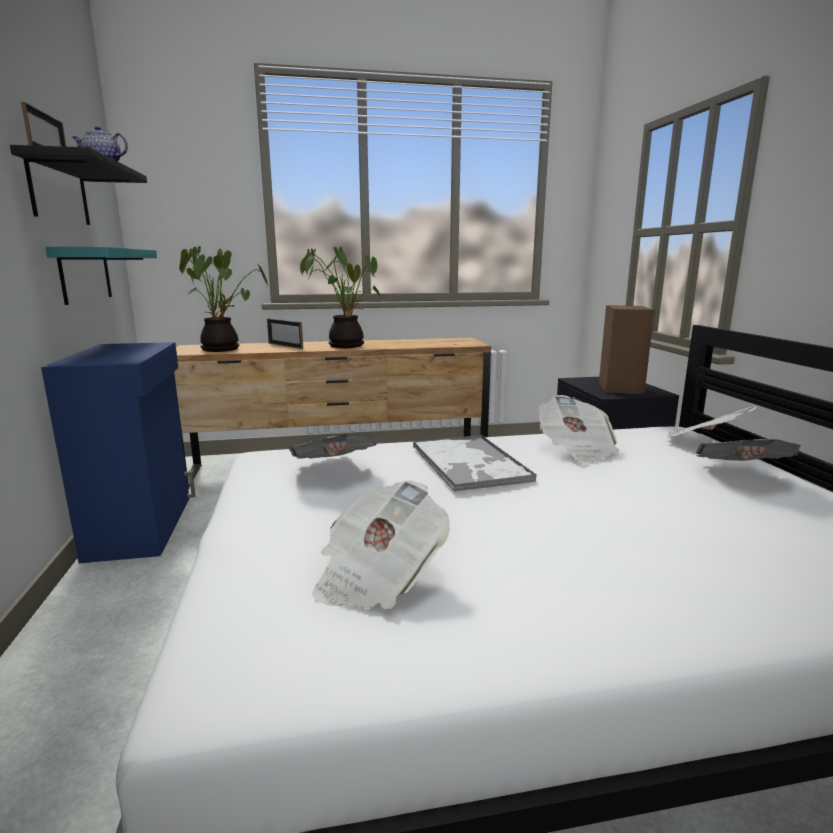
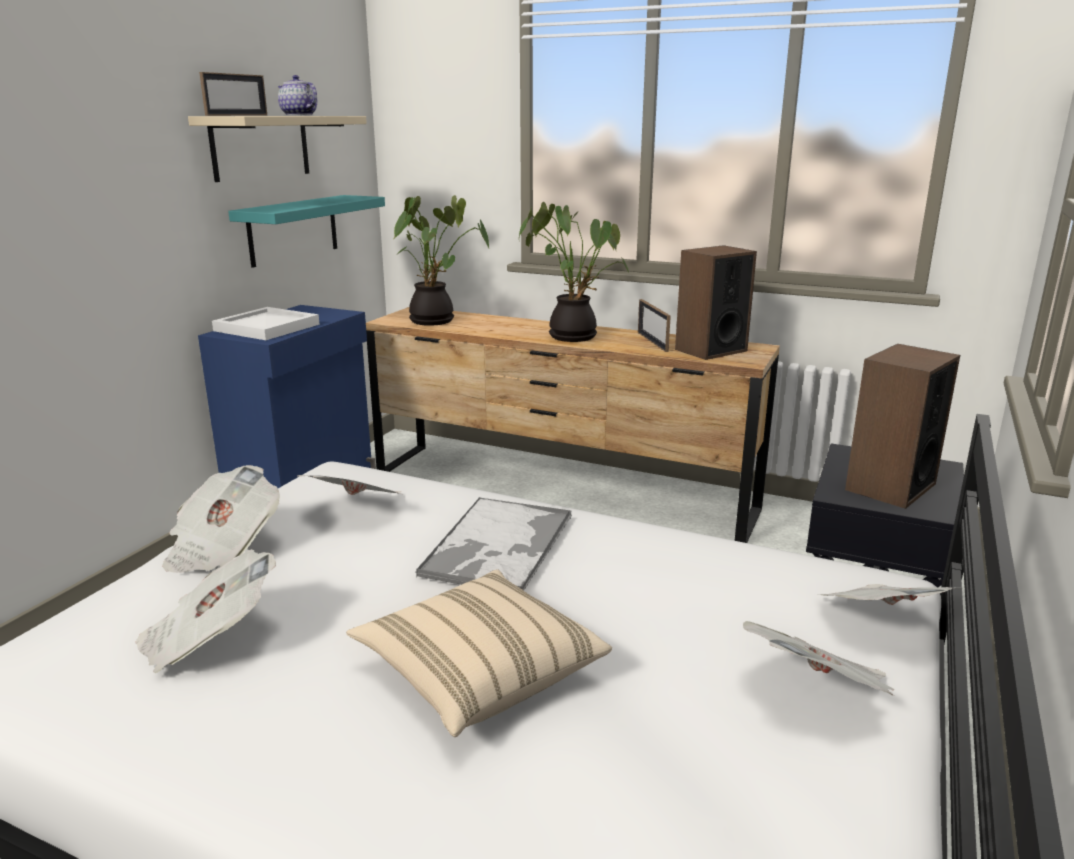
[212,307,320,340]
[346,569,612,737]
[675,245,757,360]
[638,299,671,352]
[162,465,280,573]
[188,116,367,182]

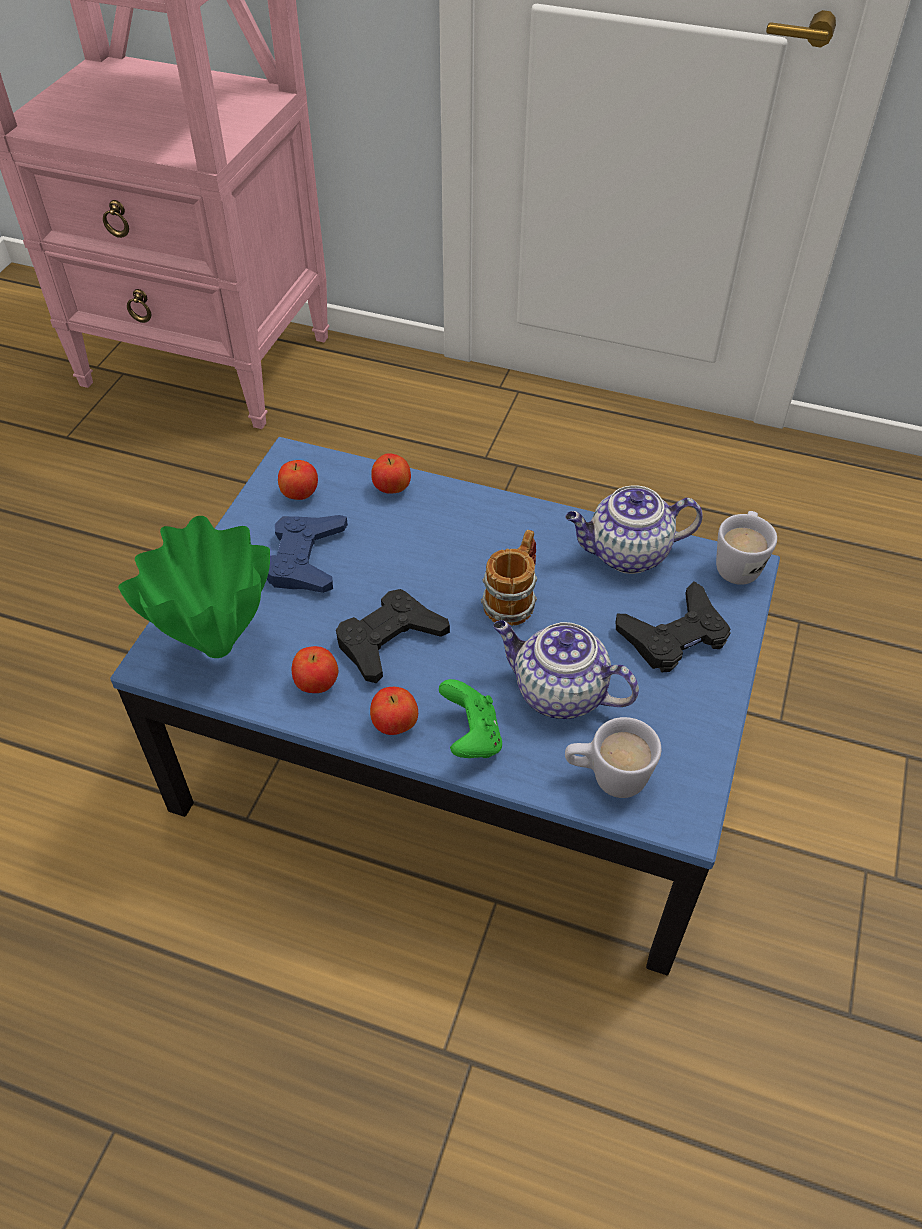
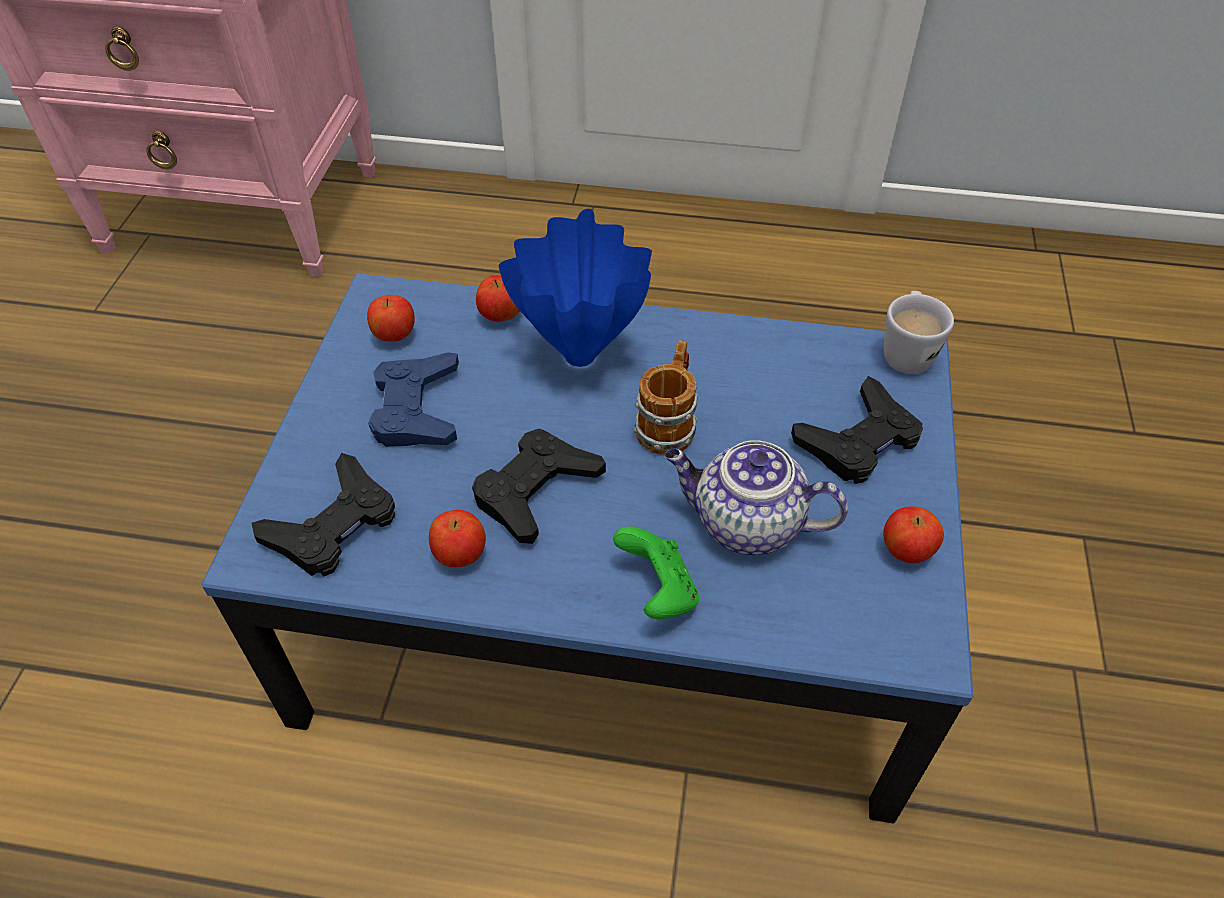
[565,486,703,574] (first image)
[565,717,661,798] (first image)
[499,209,652,367]
[884,506,944,563]
[252,453,395,576]

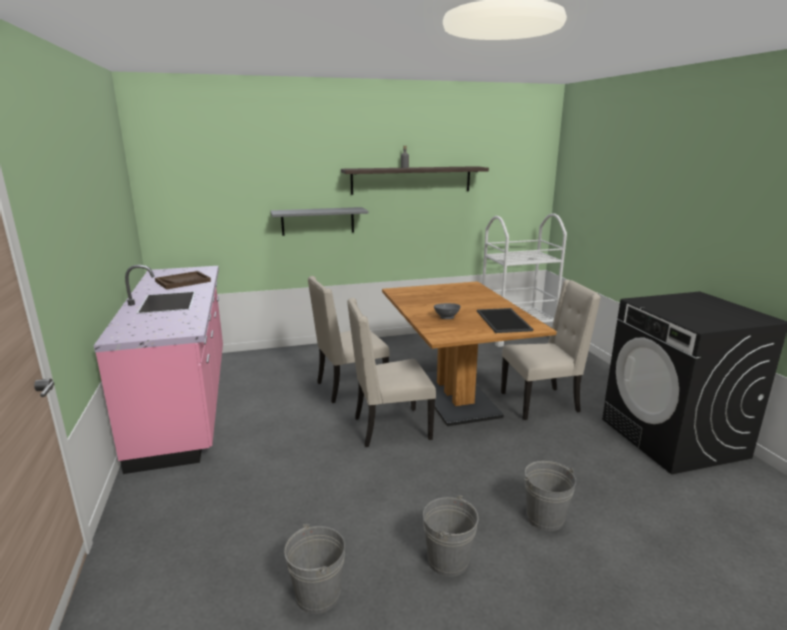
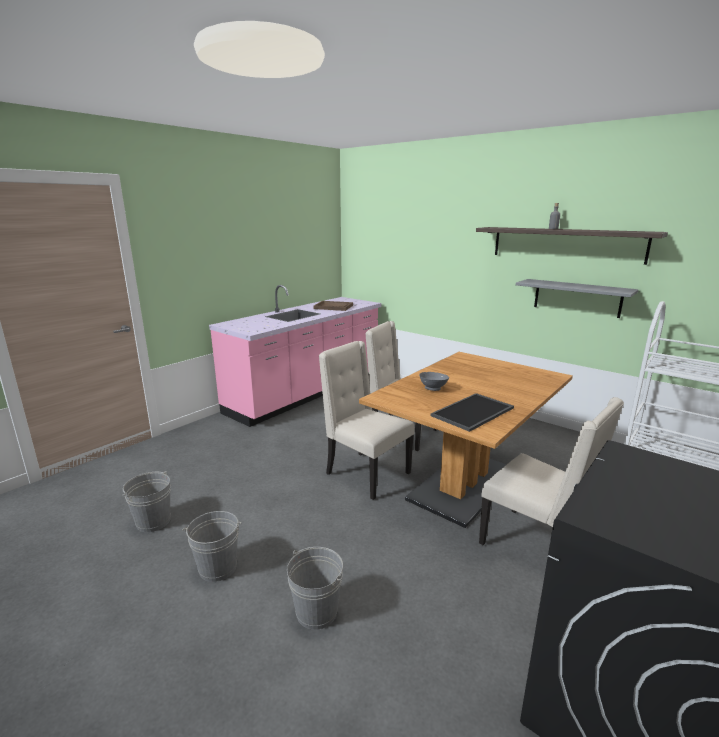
[516,279,639,318]

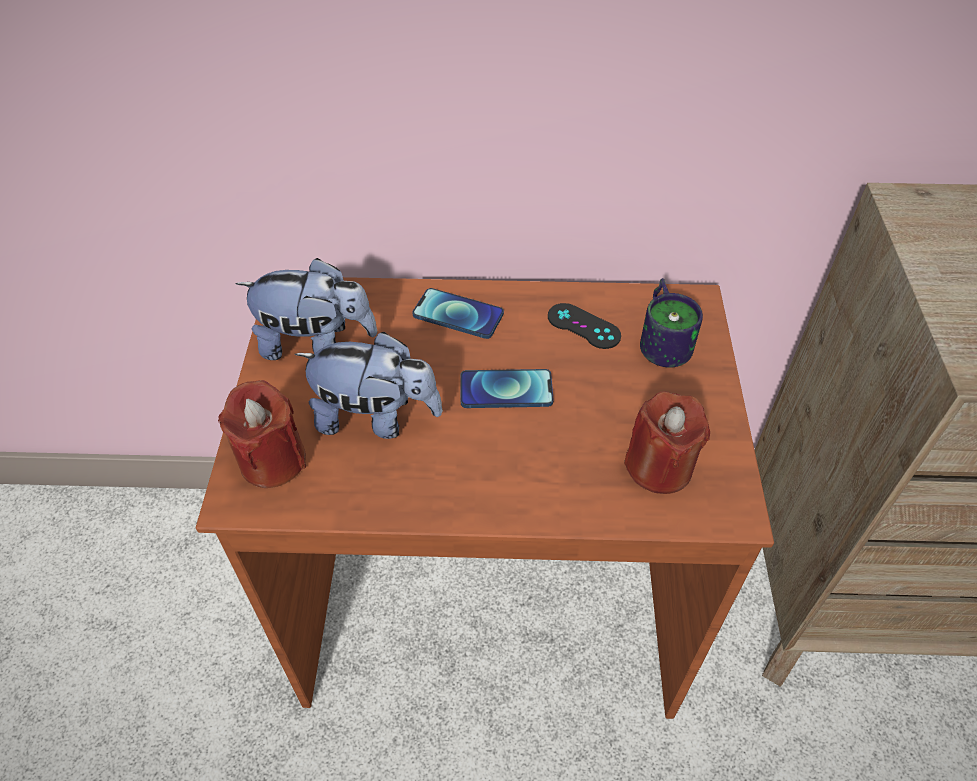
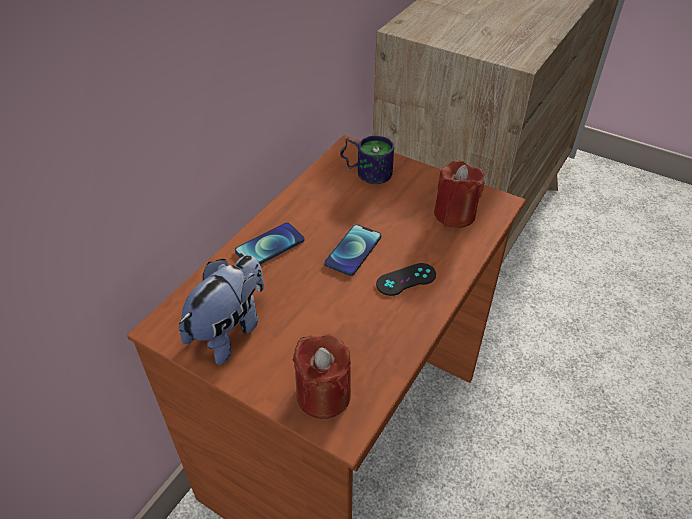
[295,332,443,439] (first image)
[376,263,436,296]

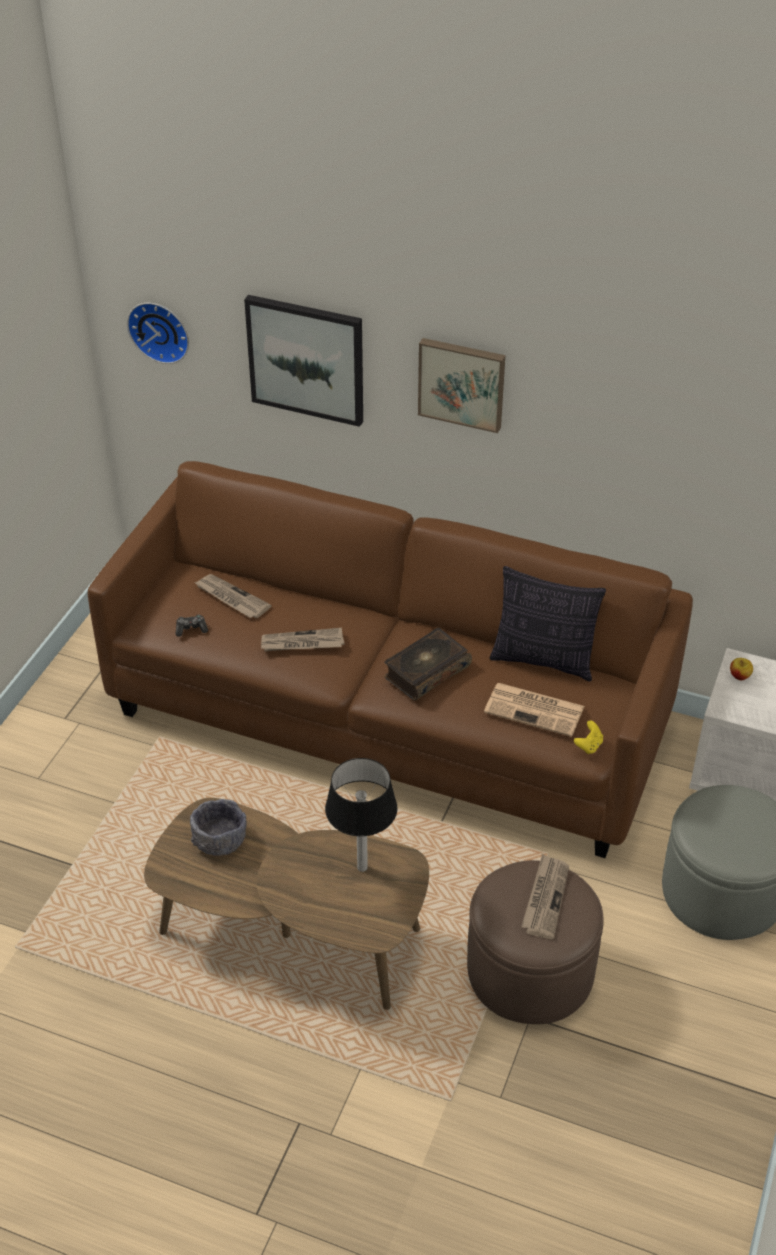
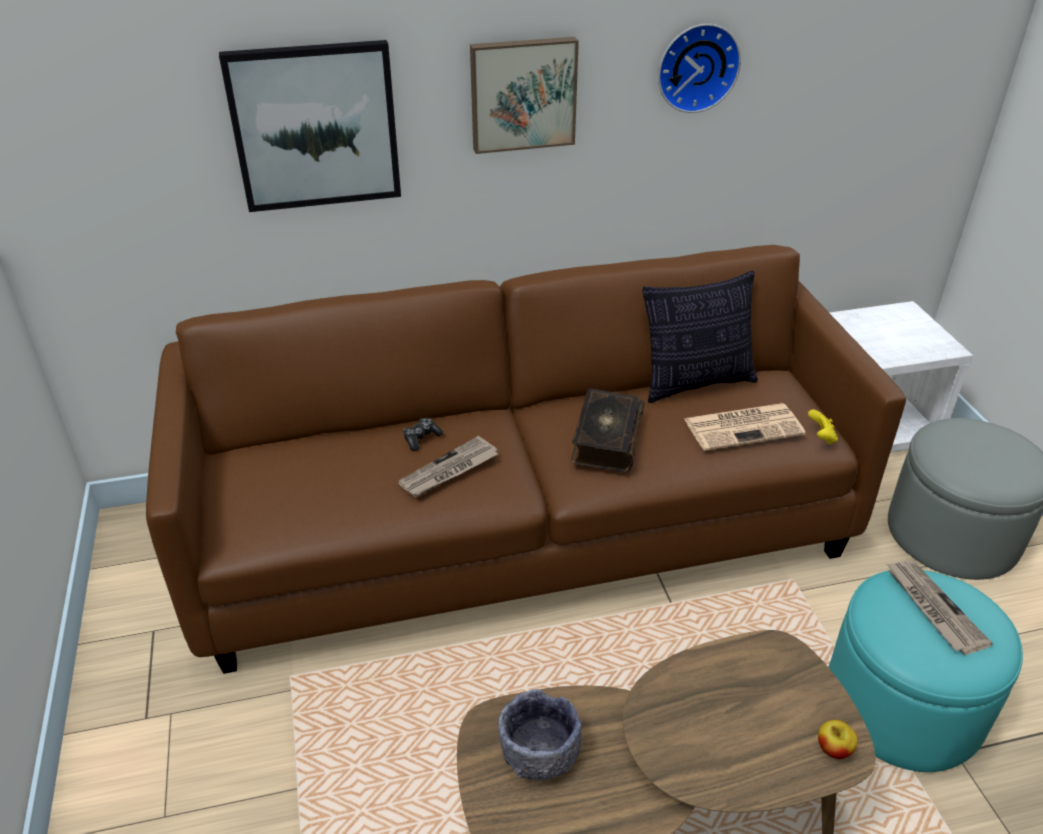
[194,574,271,618] (first image)
[325,758,397,872] (first image)
[658,24,741,113]
[403,418,443,451]
[818,720,858,759]
[829,570,1023,772]

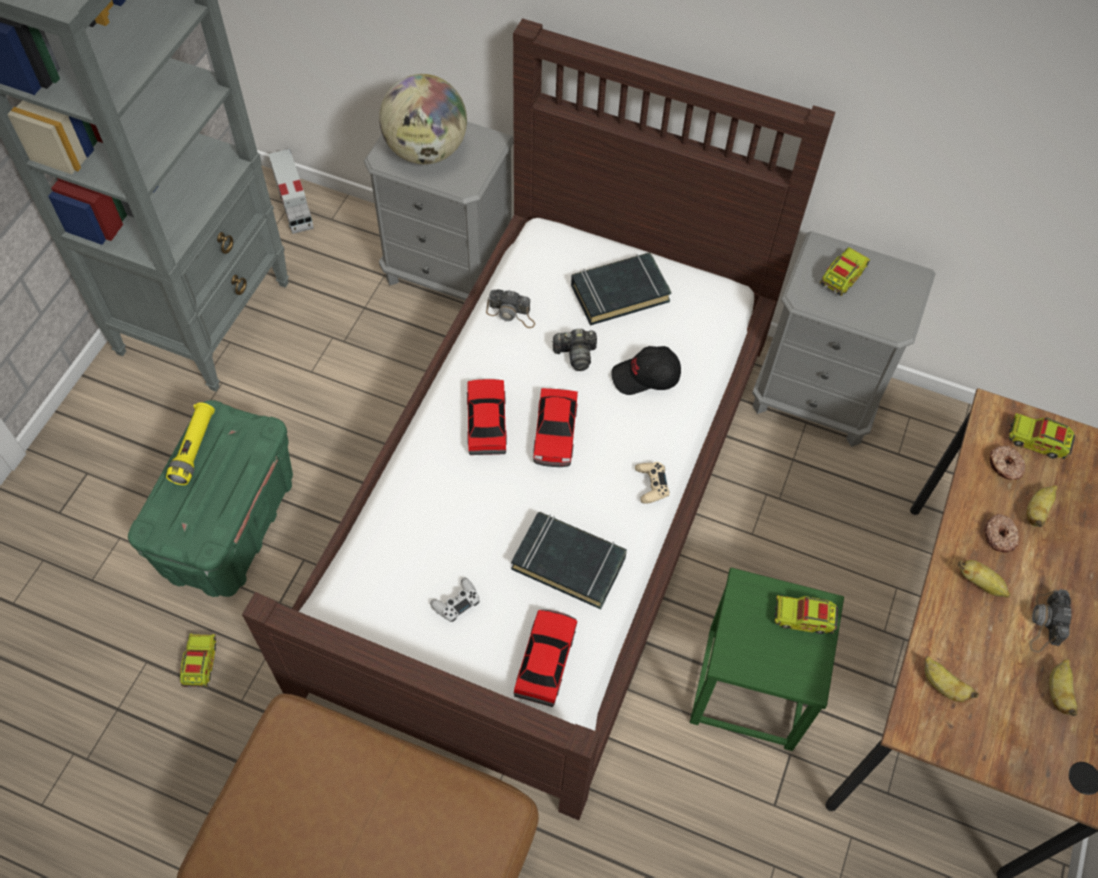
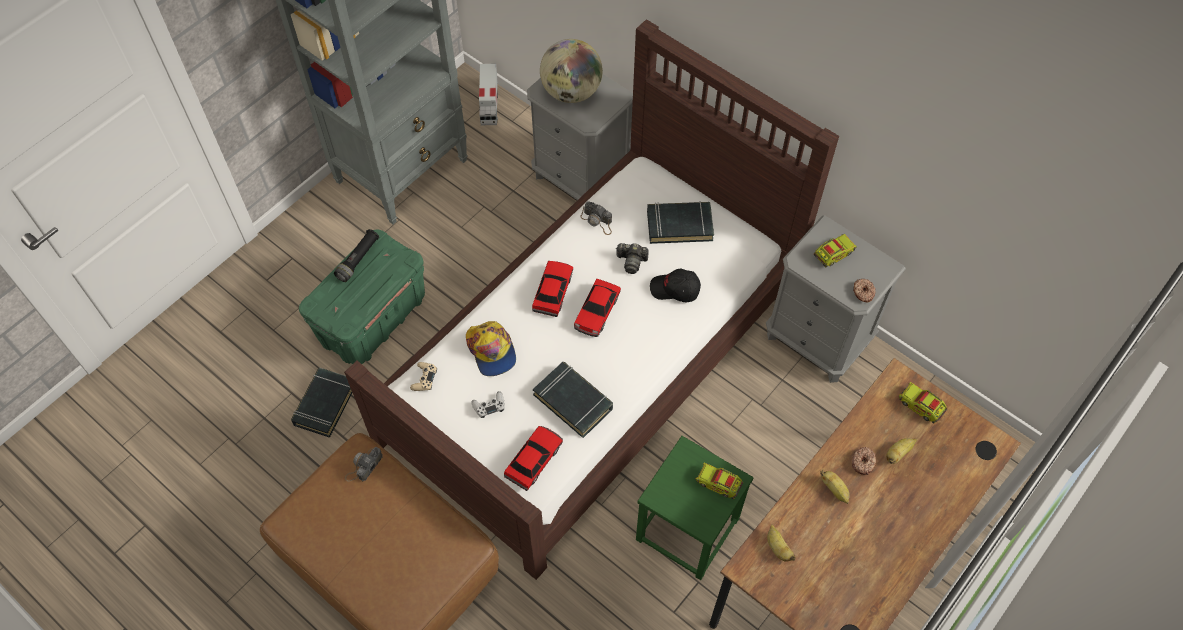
[1049,659,1078,716] (first image)
[466,321,516,376]
[410,362,437,391]
[853,279,876,302]
[345,447,383,482]
[291,368,352,438]
[334,229,379,282]

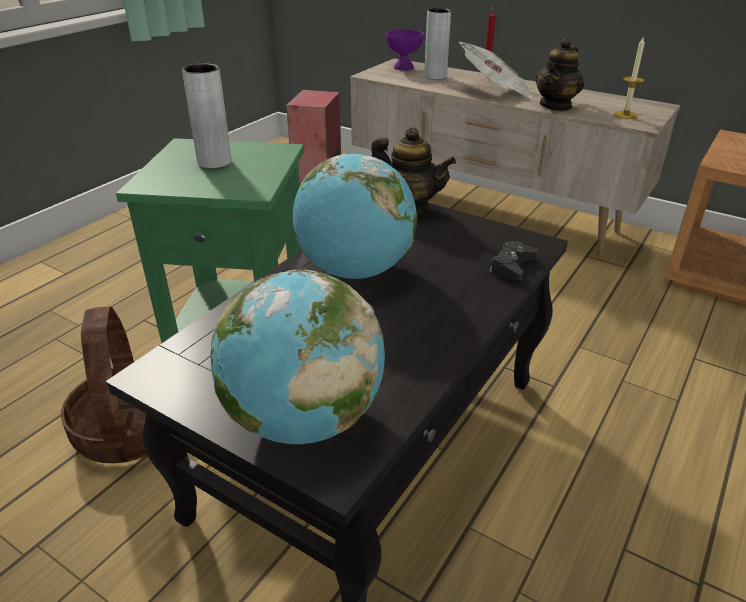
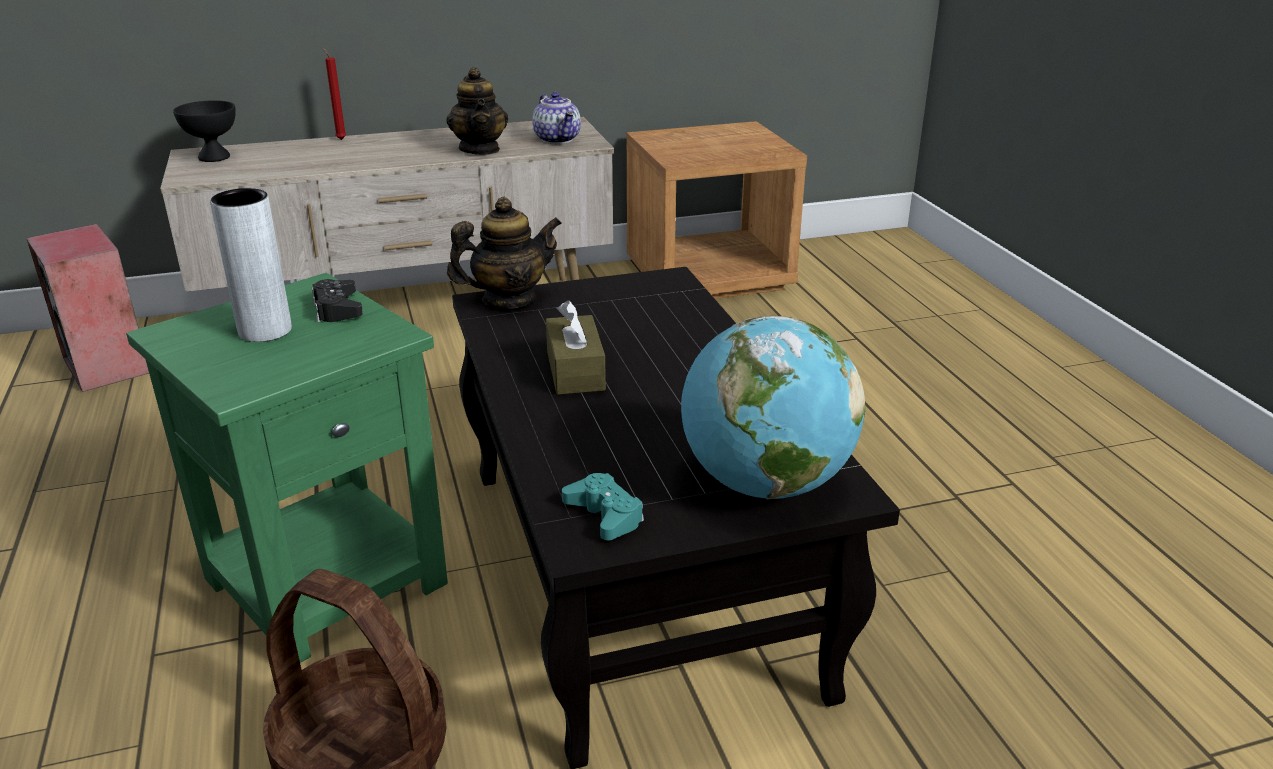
[424,8,451,80] (first image)
[459,42,533,98] (first image)
[562,473,644,540]
[312,279,363,322]
[546,300,606,395]
[532,92,581,144]
[173,100,236,162]

